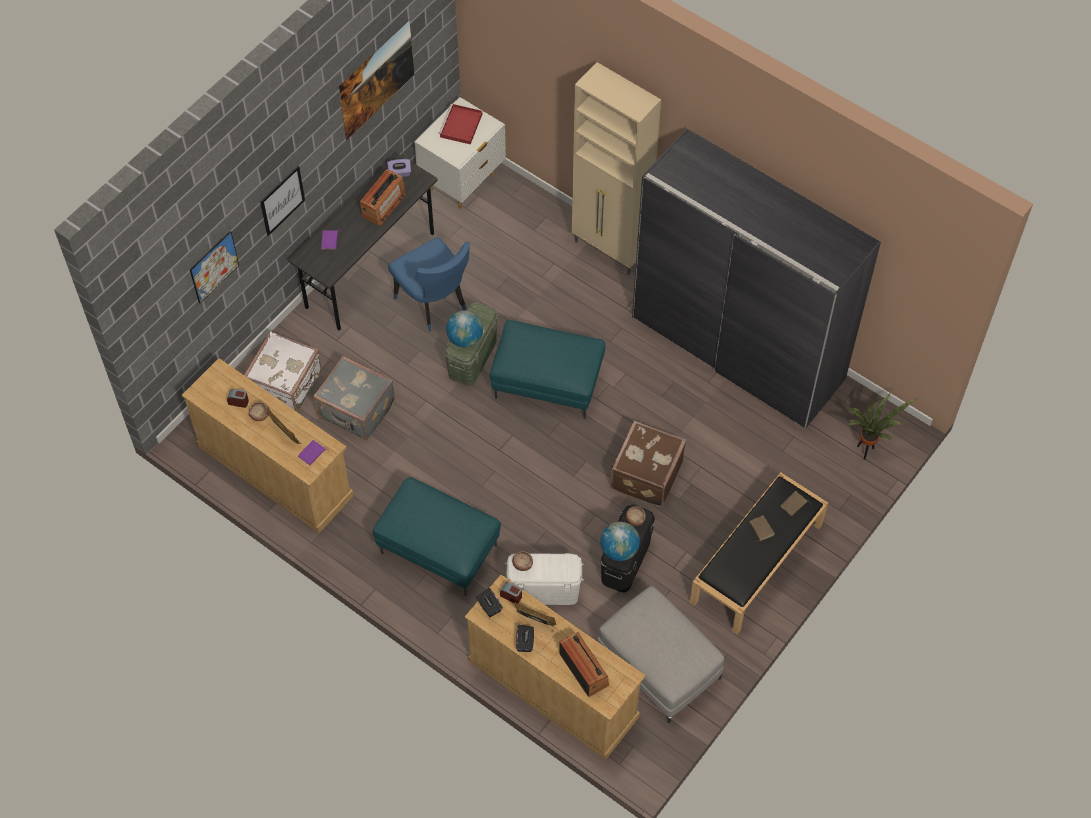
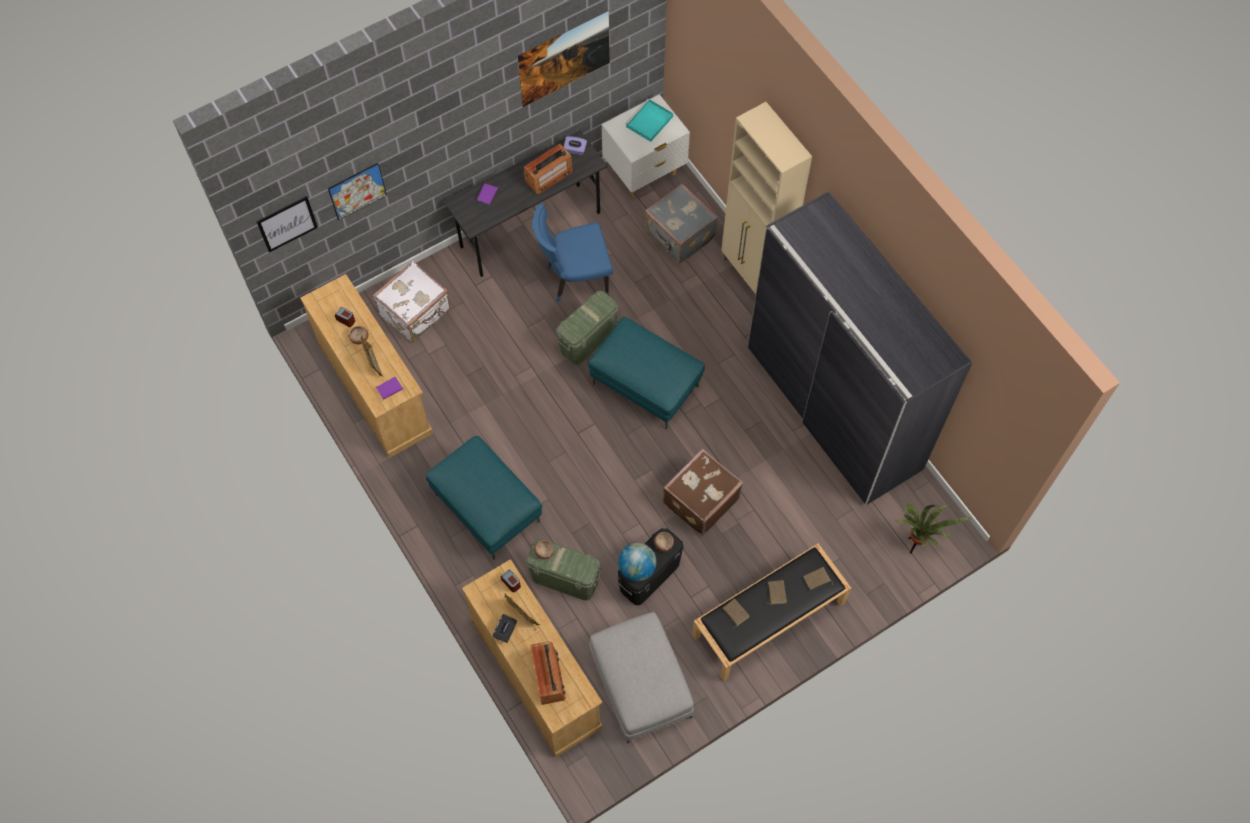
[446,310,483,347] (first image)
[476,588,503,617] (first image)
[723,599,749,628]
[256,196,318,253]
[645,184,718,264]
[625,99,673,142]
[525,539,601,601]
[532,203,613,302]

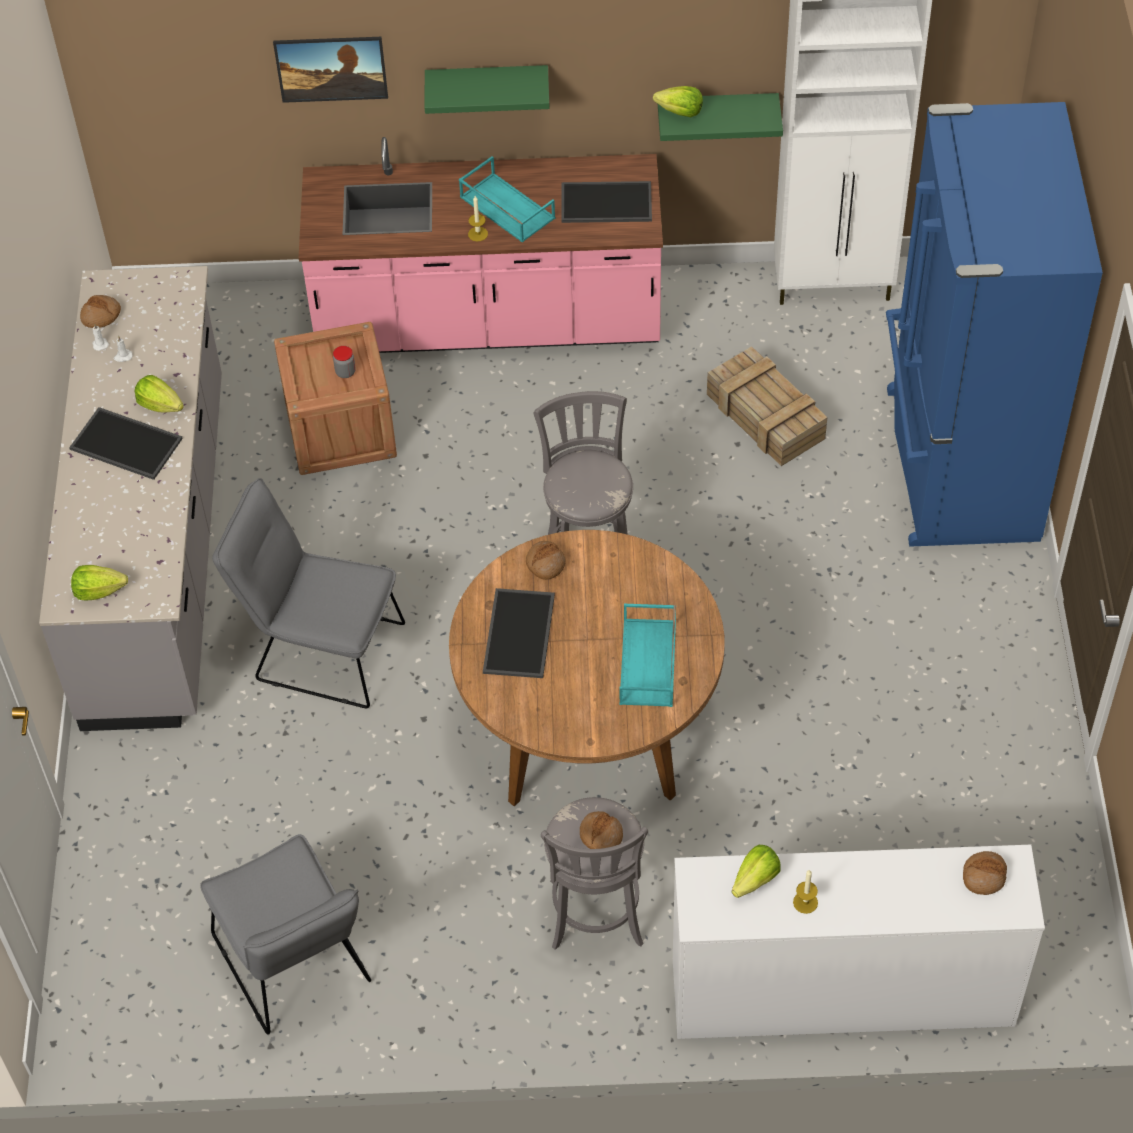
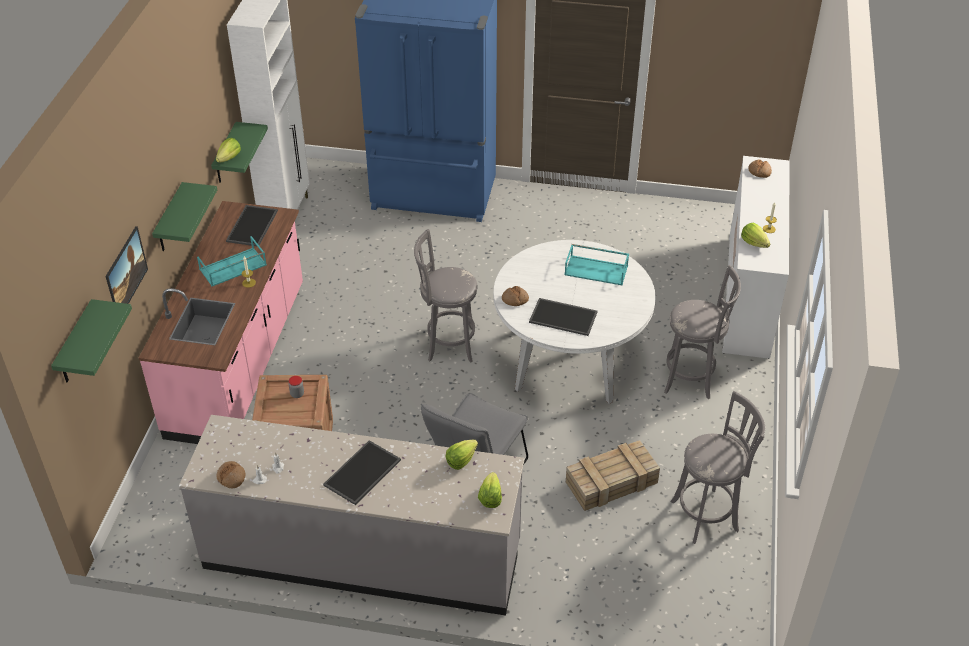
[580,811,623,849] (first image)
[51,299,132,383]
[445,440,478,470]
[566,440,660,511]
[670,391,765,544]
[494,240,656,404]

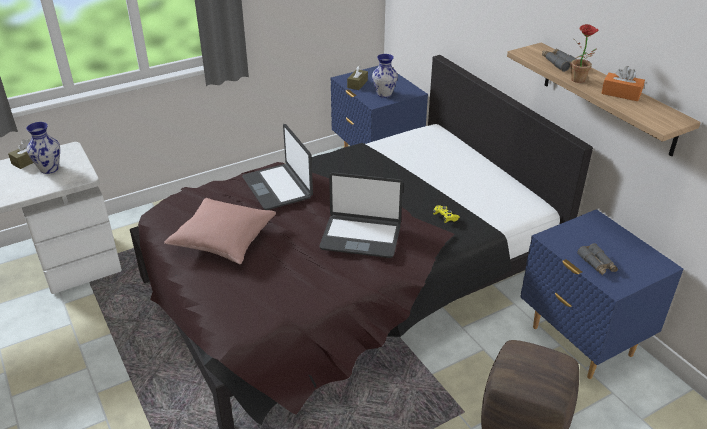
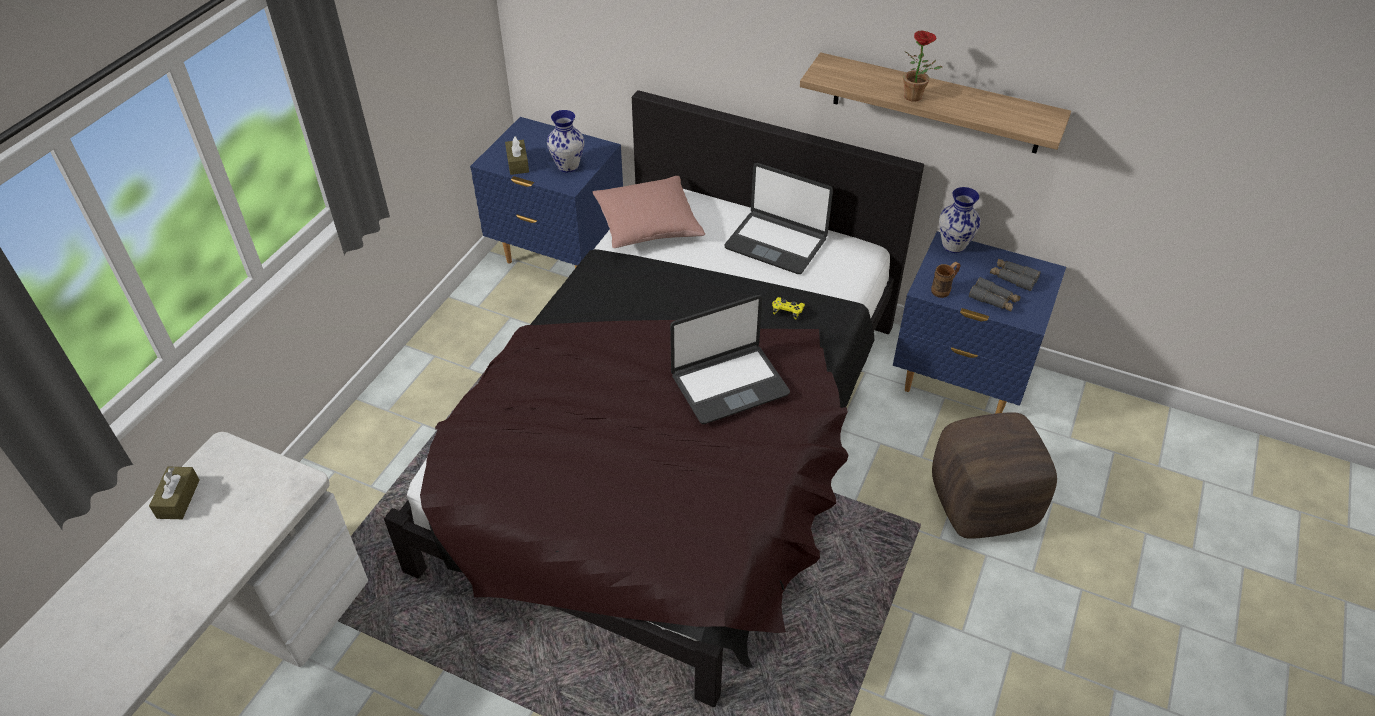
[601,66,645,101] (first image)
[931,262,961,298]
[939,187,981,253]
[593,176,705,248]
[724,163,833,274]
[990,259,1041,291]

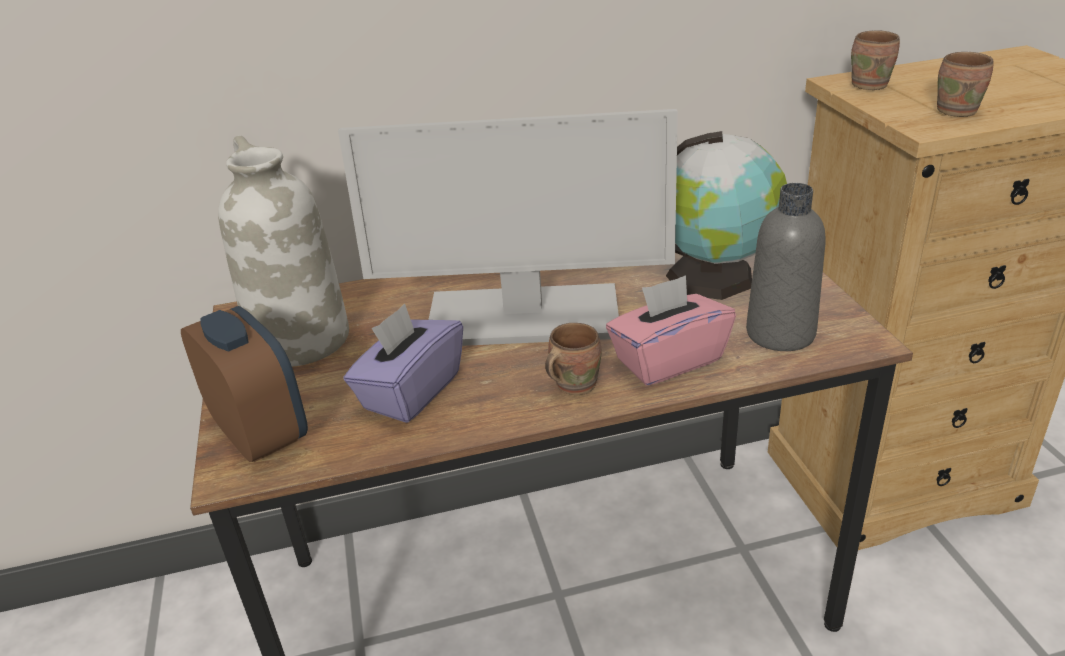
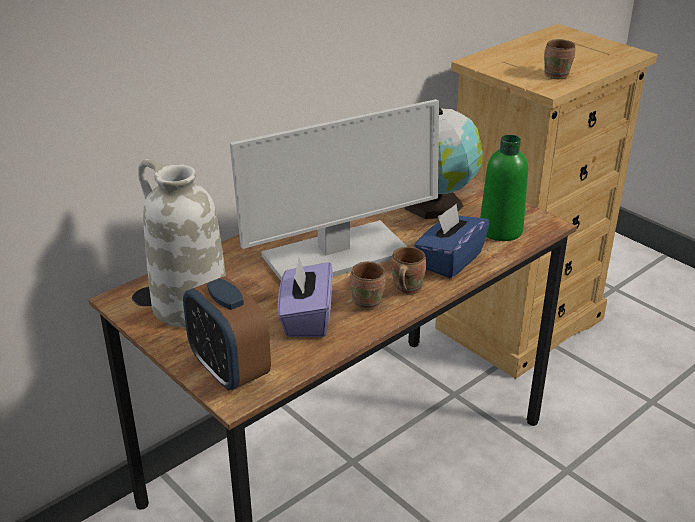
[350,262,386,310]
[414,204,490,278]
[480,135,528,241]
[183,276,271,391]

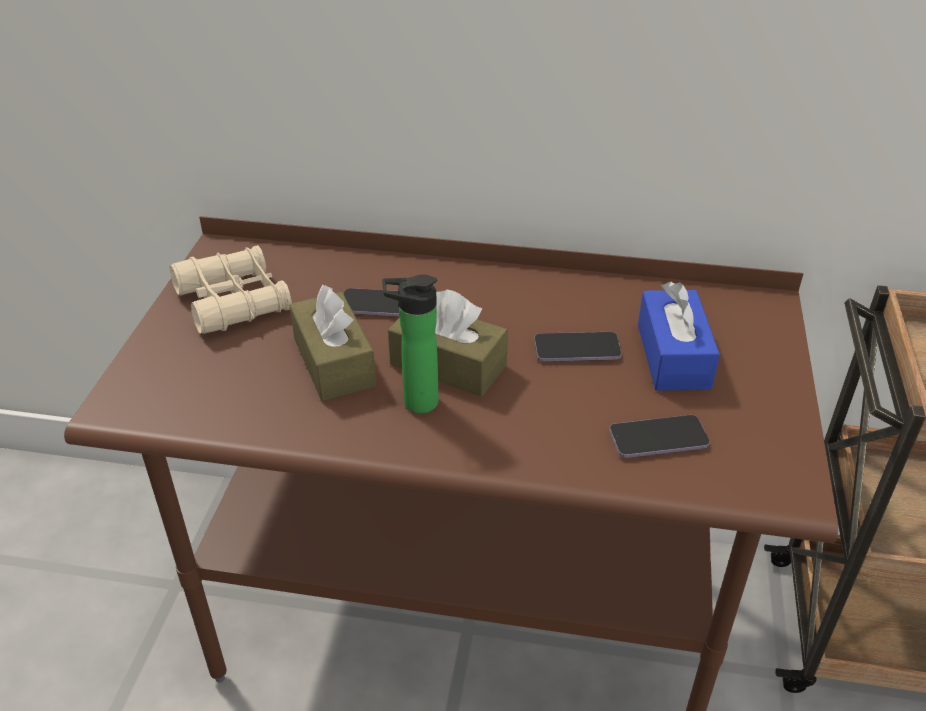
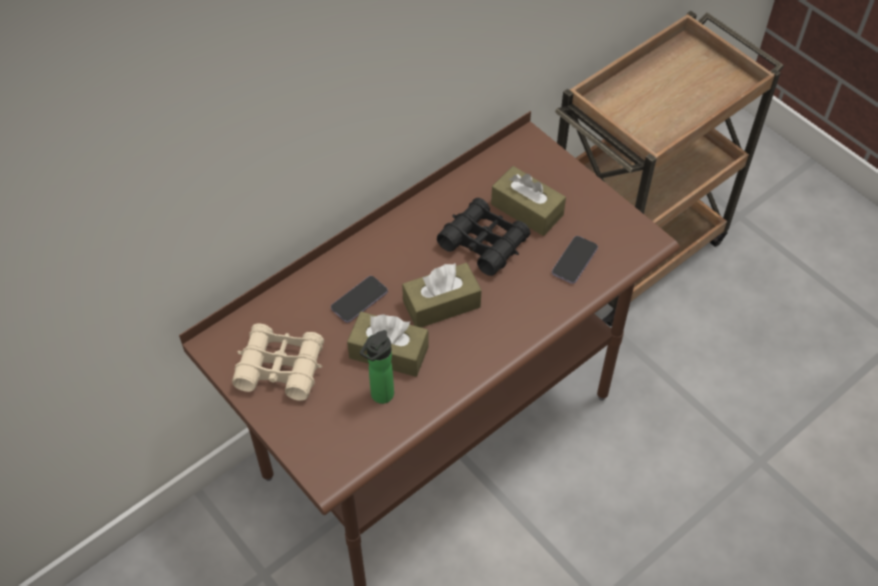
[360,330,394,404]
[437,198,530,276]
[491,166,566,236]

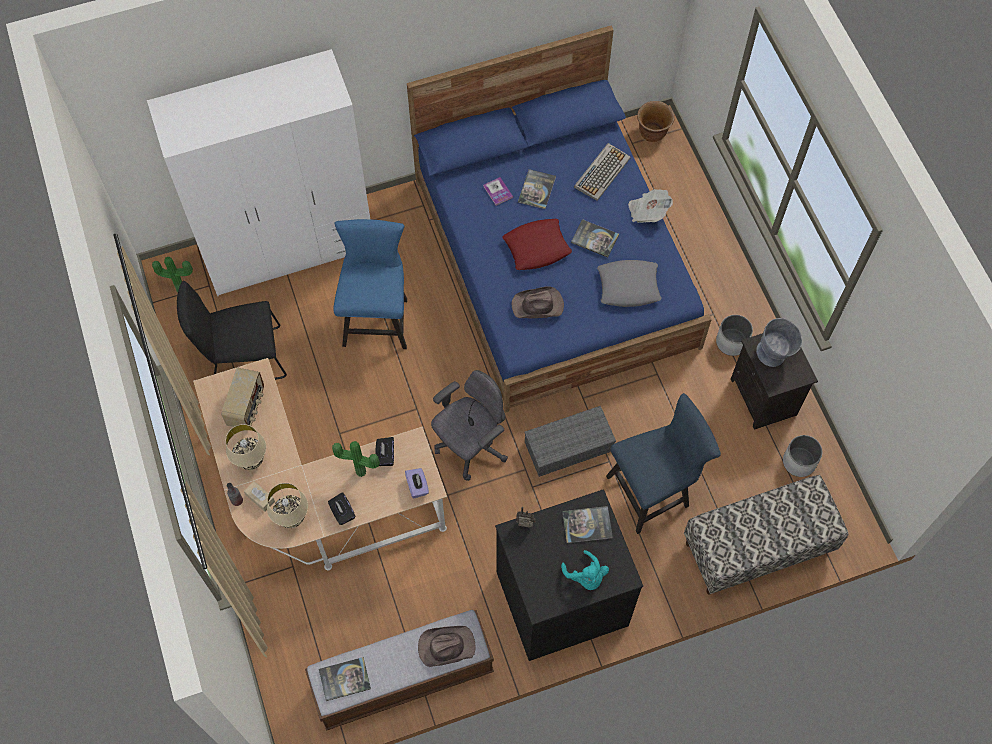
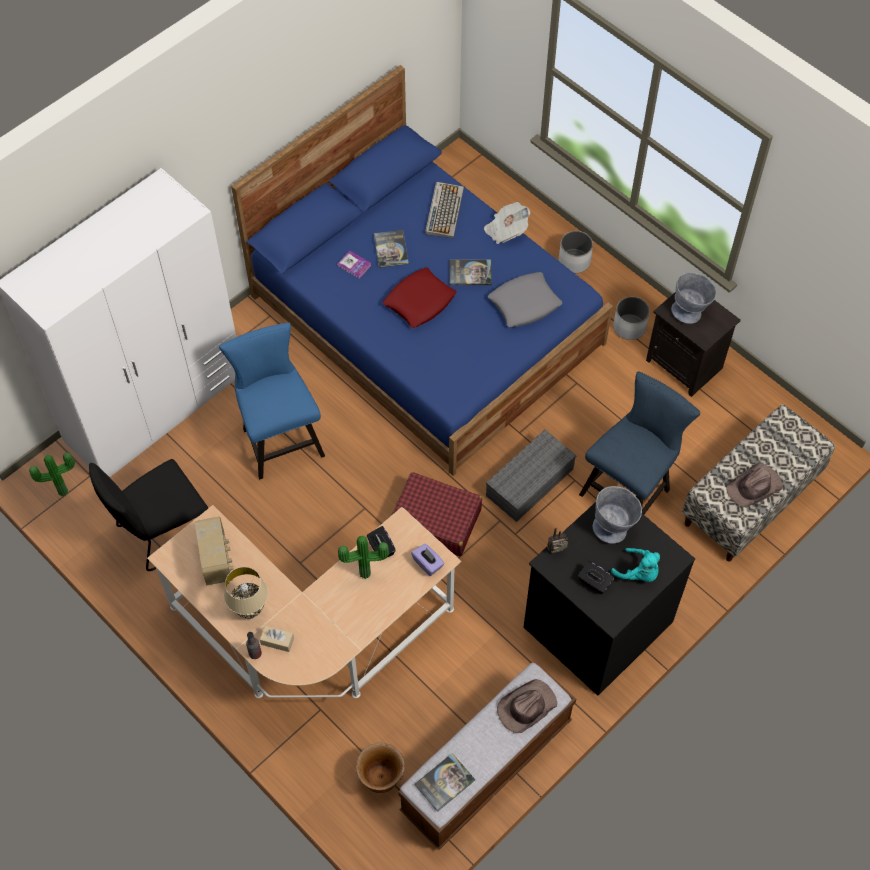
[267,483,308,528] (first image)
[578,561,614,594]
[726,463,783,507]
[356,743,405,793]
[559,231,593,273]
[391,472,482,556]
[593,486,642,544]

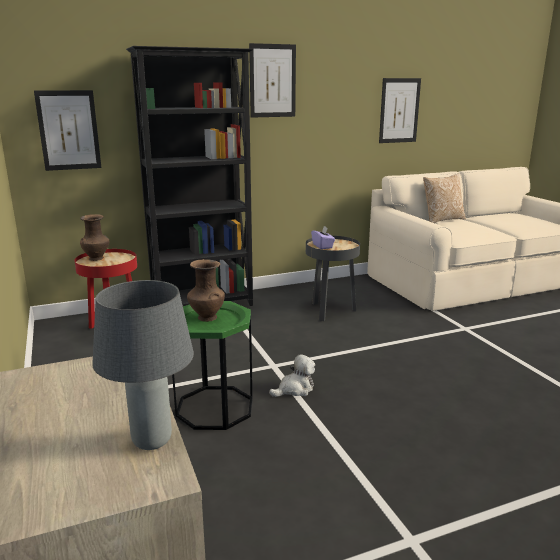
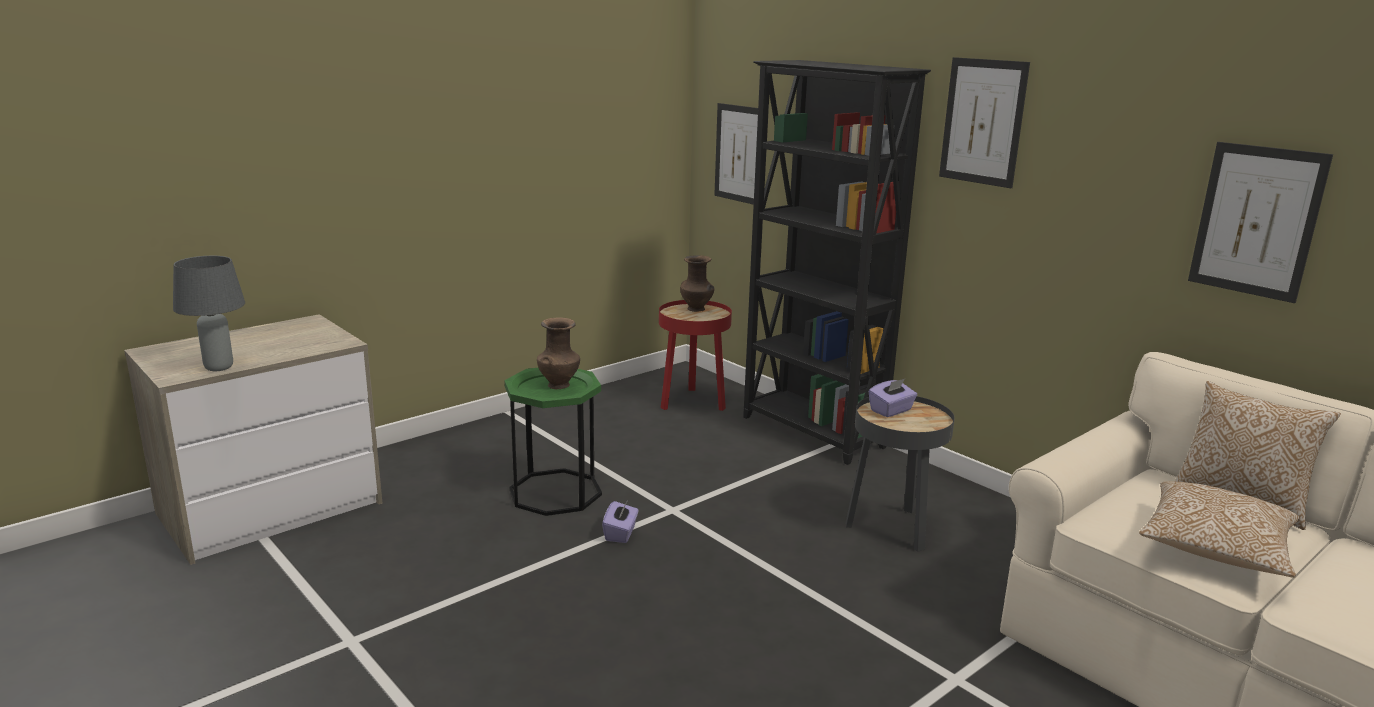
[1139,481,1299,578]
[602,501,639,543]

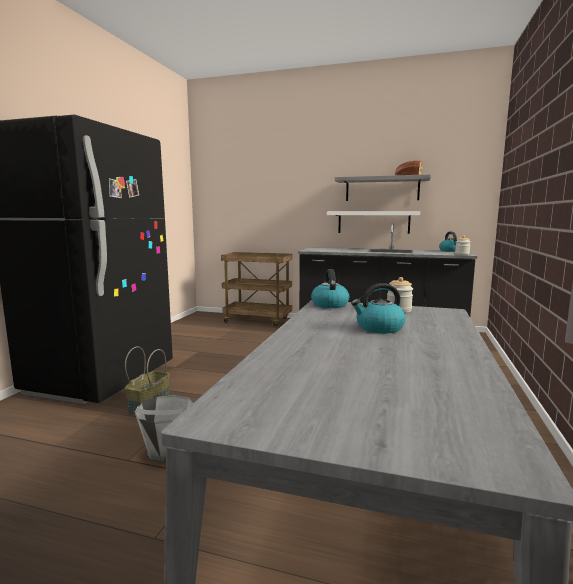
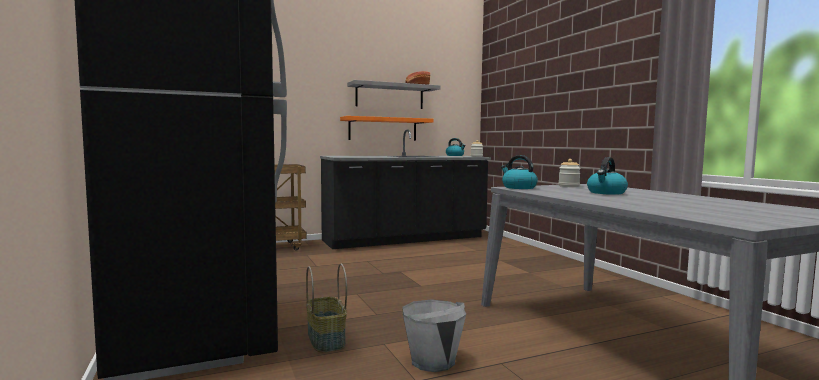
[340,116,434,141]

